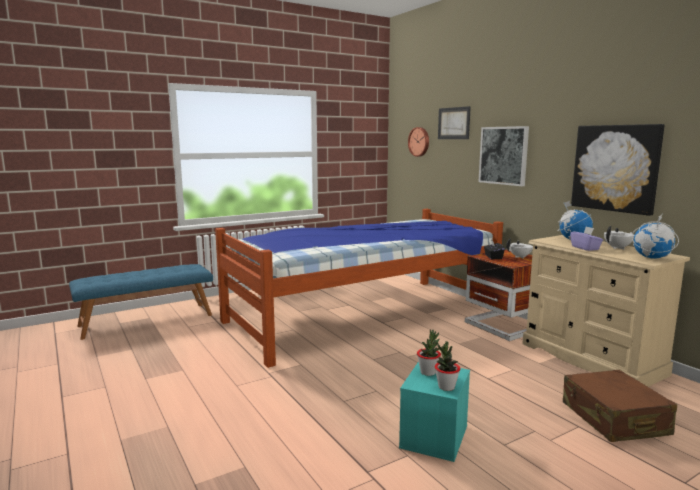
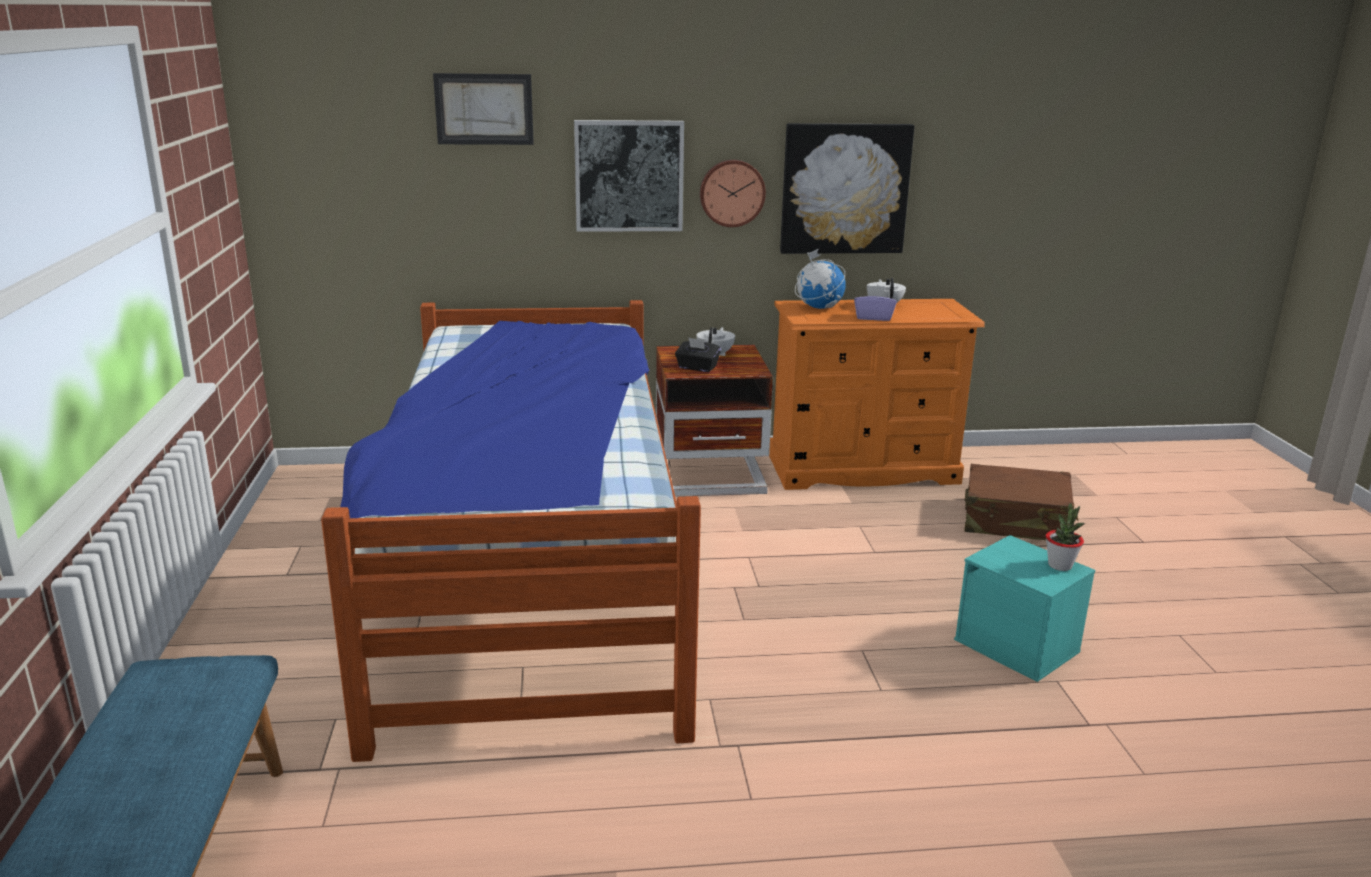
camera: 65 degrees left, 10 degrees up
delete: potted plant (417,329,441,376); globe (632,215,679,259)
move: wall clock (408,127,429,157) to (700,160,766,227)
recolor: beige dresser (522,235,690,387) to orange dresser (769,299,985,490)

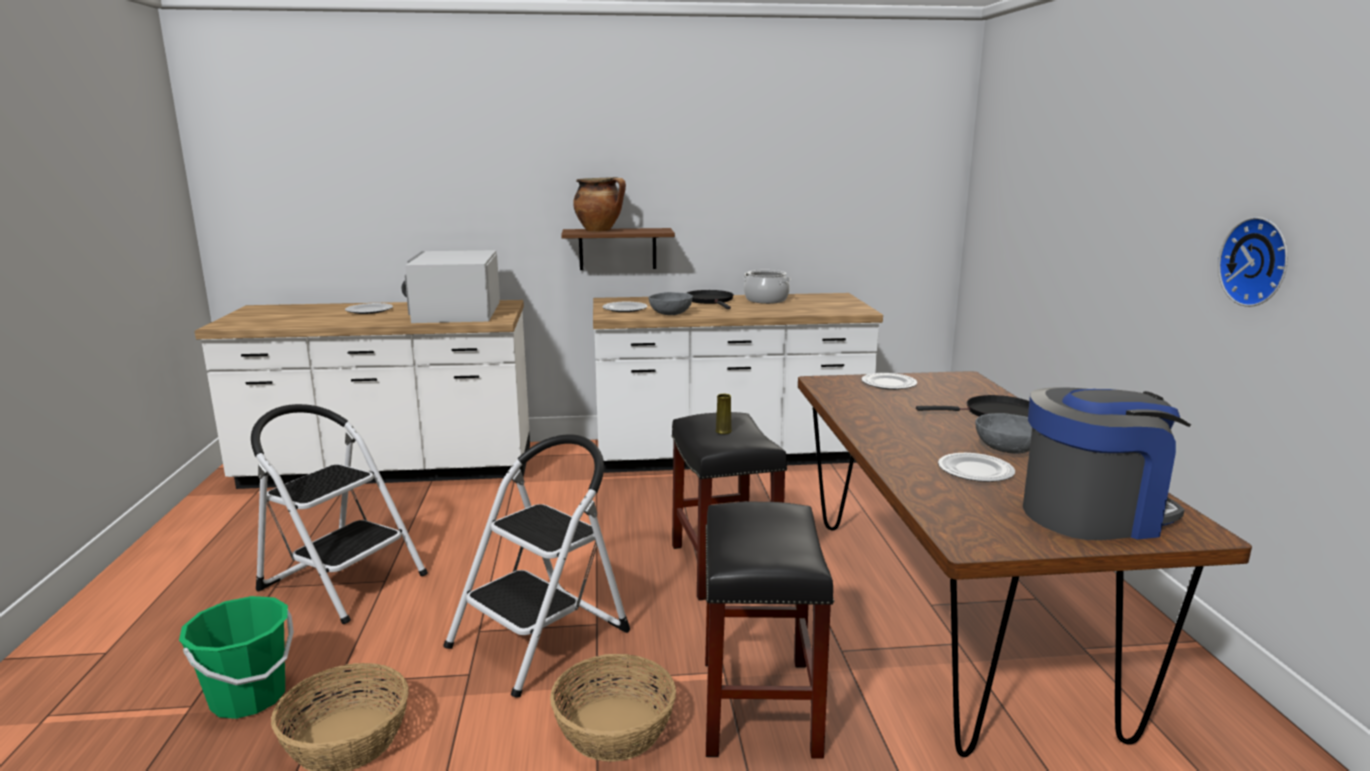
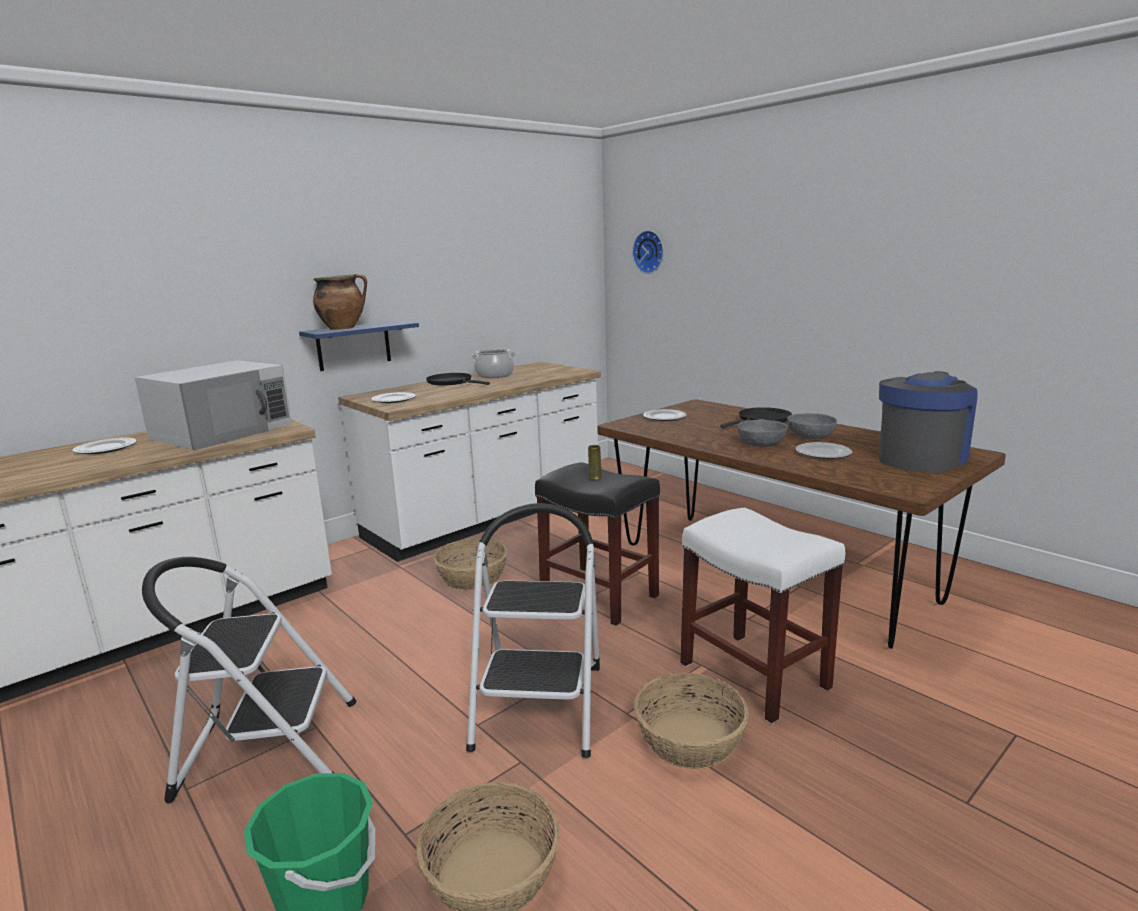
camera: 35 degrees left, 0 degrees up
insert: basket (433,538,508,590)
move: grey bowl (648,292,693,315) to (738,419,787,447); wall clock (1218,217,1288,307) to (632,230,664,274)
recolor: brown shelf (561,228,675,270) to blue shelf (299,321,419,371); black stool (705,502,834,759) to white stool (680,508,845,724)
rotate: white microwave (401,250,500,323) = (134,360,292,450) 105 degrees counterclockwise

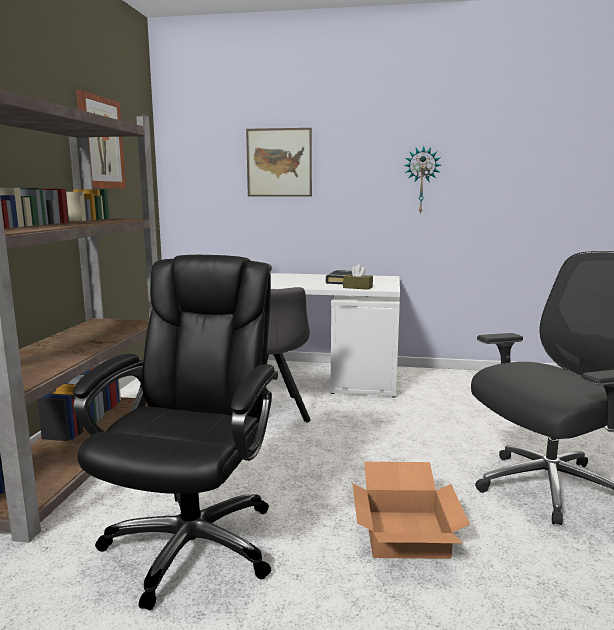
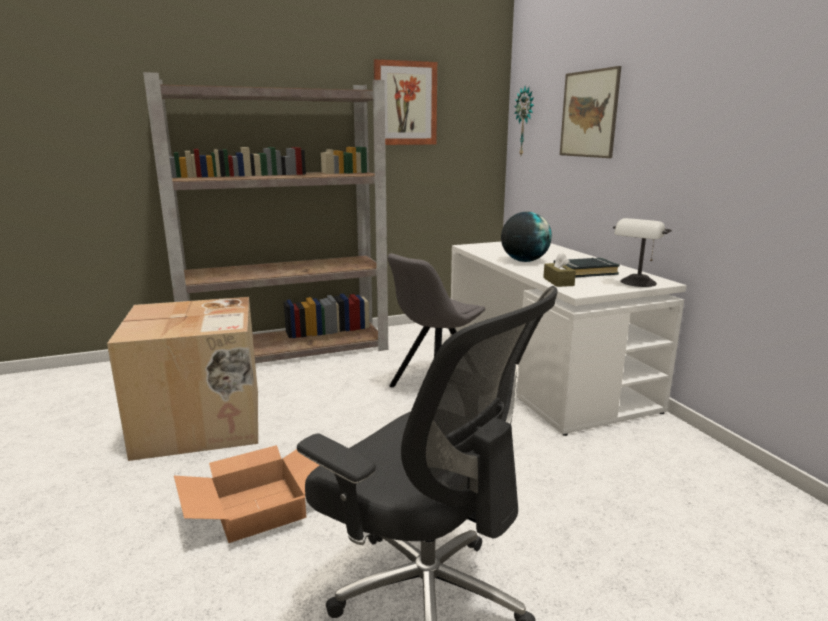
camera: 60 degrees right, 5 degrees up
insert: globe (501,212,552,262); table lamp (613,218,672,287)
move: wall clock (404,146,441,215) to (514,86,534,155)
replace: black office chair (73,255,278,610) to cardboard box (107,297,258,461)

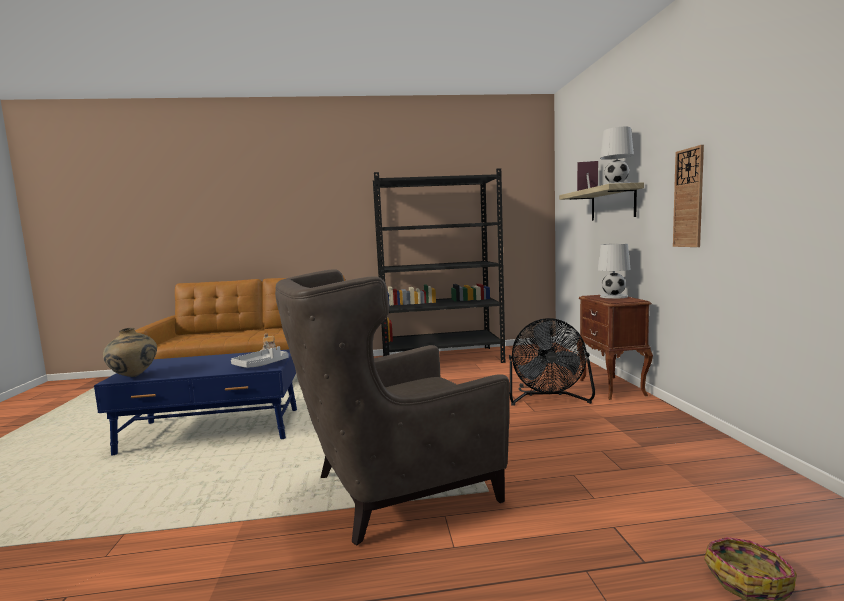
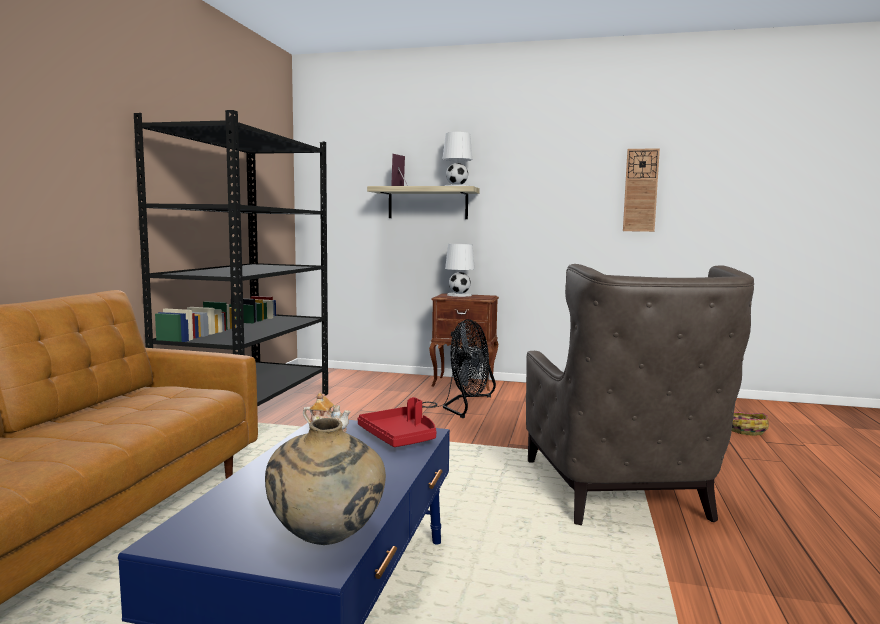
camera: 70 degrees left, 0 degrees up
move: wall clock (673,145,704,247) to (623,148,660,232)
recolor: grey tray (231,346,289,368) to red tray (358,397,436,447)

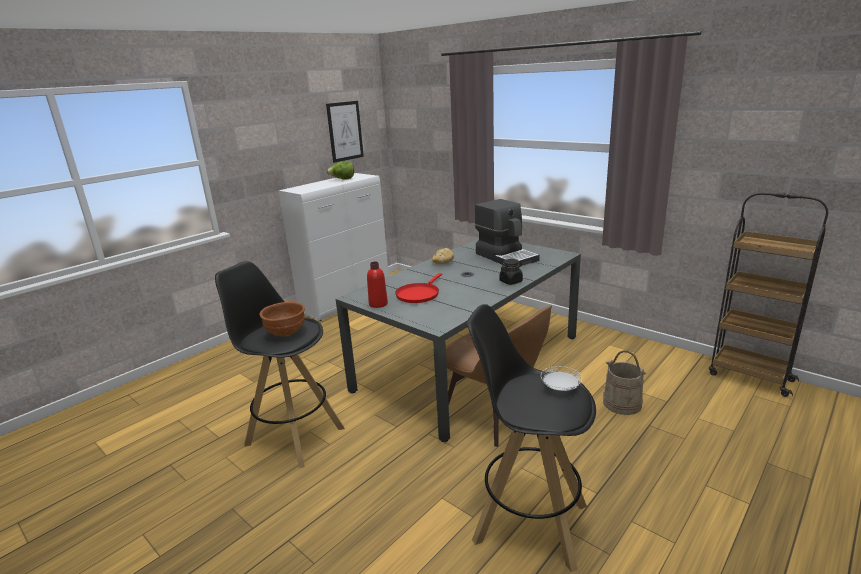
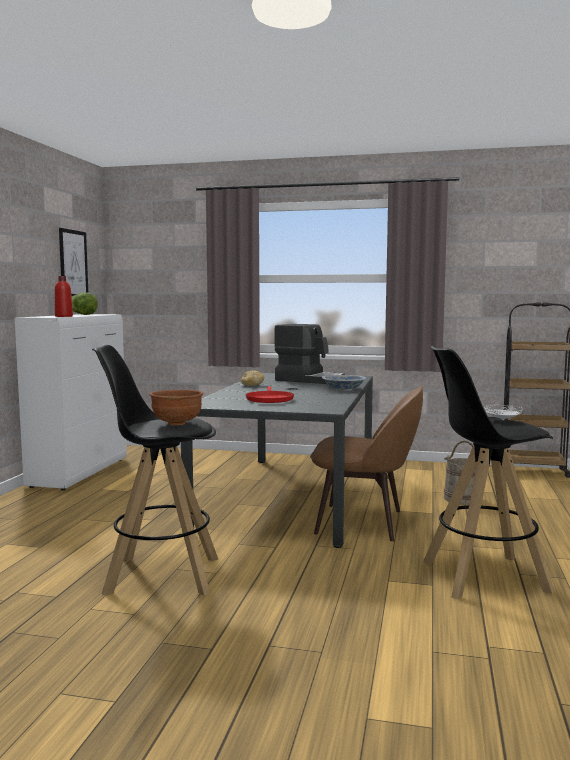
camera: 30 degrees left, 15 degrees down
move: red bottle (367,262,388,308) to (54,276,73,317)
replace: black jar (500,259,523,285) to bowl (322,375,366,390)

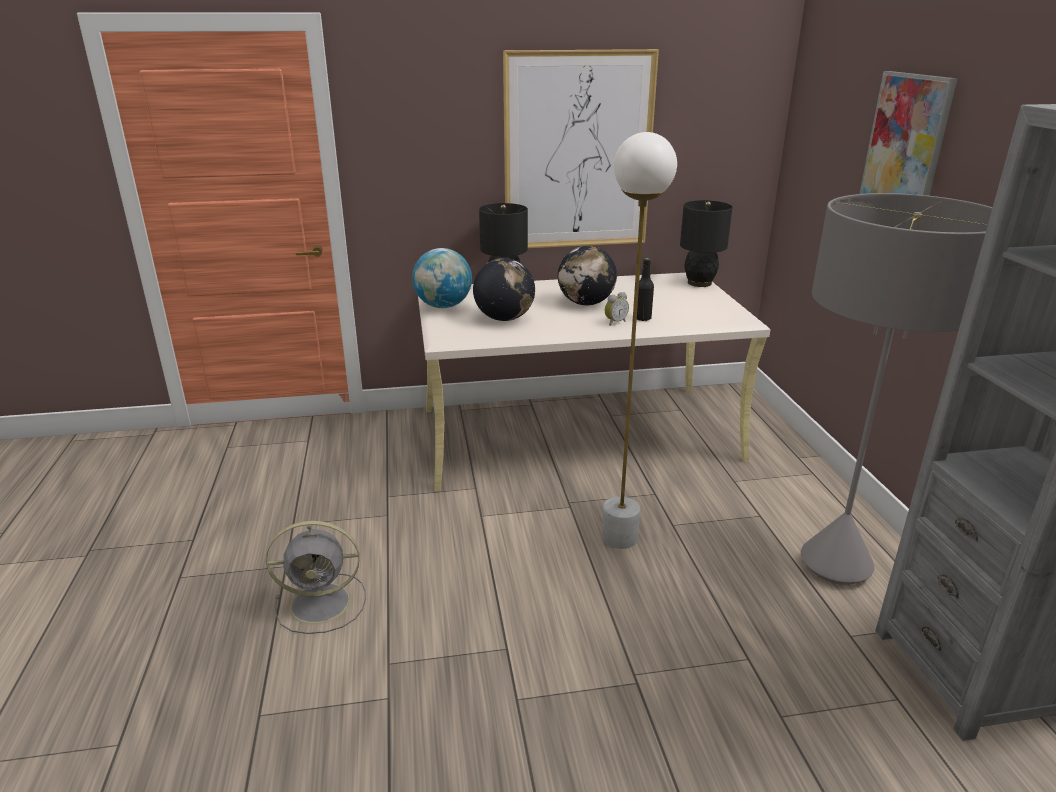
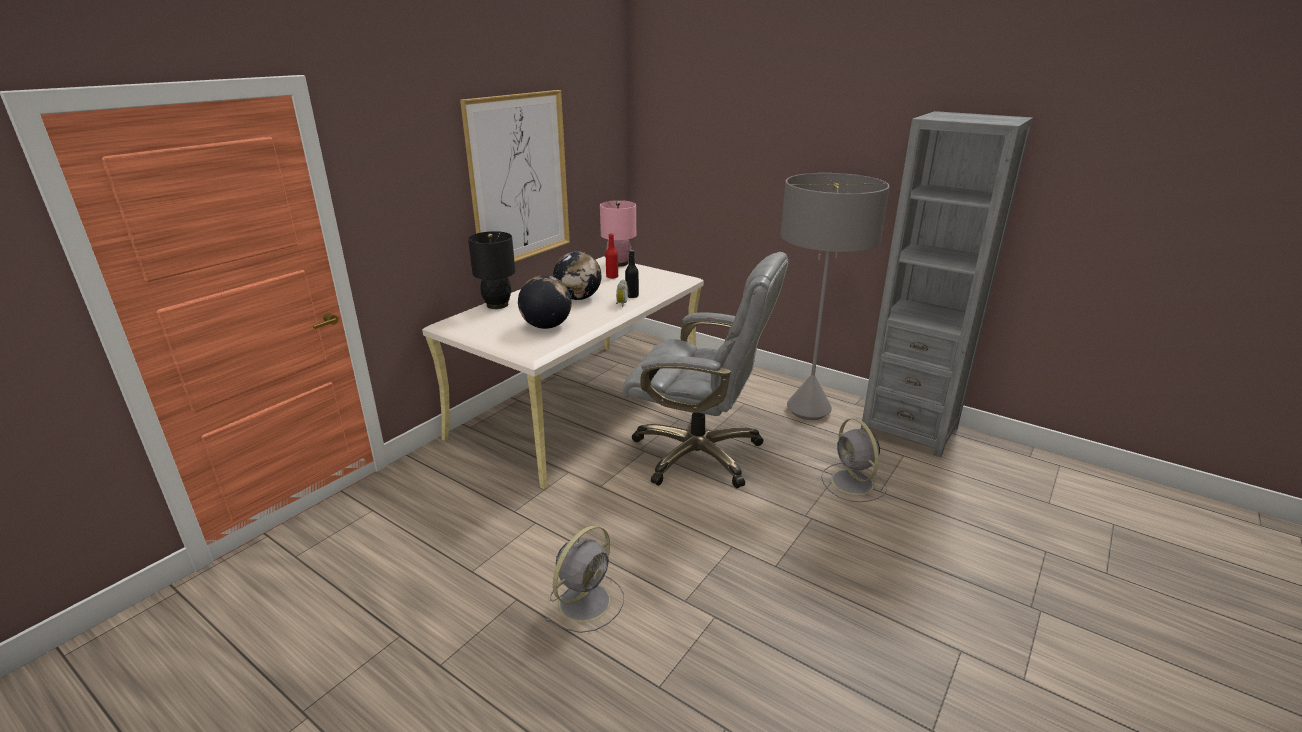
camera: 45 degrees left, 0 degrees up
delete: globe (412,248,472,308); picture (859,71,957,196)
insert: red bottle (606,233,618,279); grey fan (821,418,887,502)
replace: white floor lamp (602,132,677,549) to grey office chair (623,252,789,488)
recolor: black table lamp (680,200,733,287) to pink table lamp (600,200,636,267)

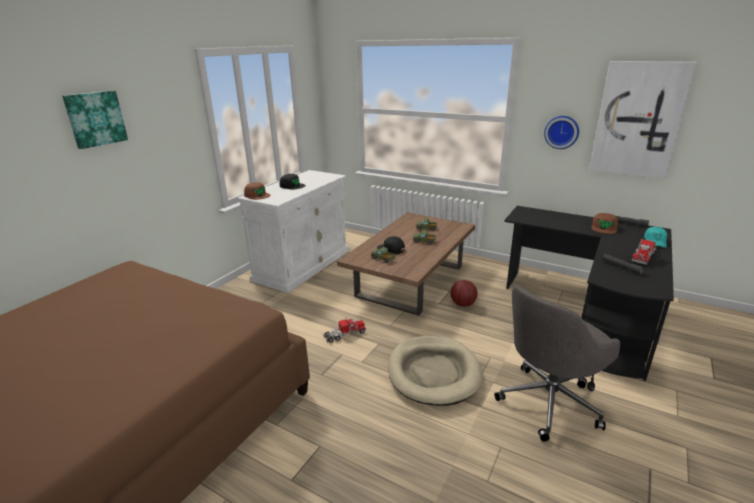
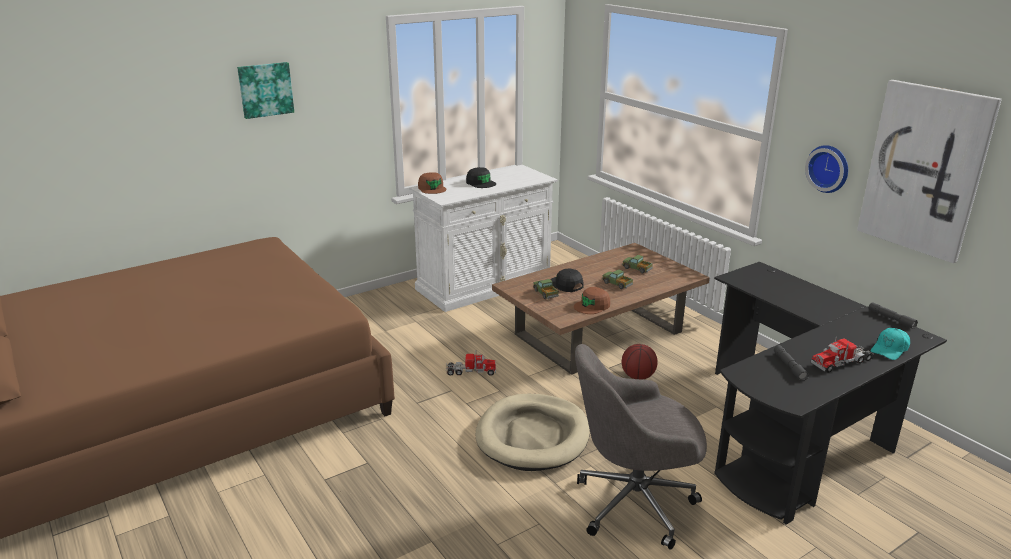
camera: 25 degrees right, 0 degrees up
move: brown cap (592,213,618,234) to (574,287,610,314)

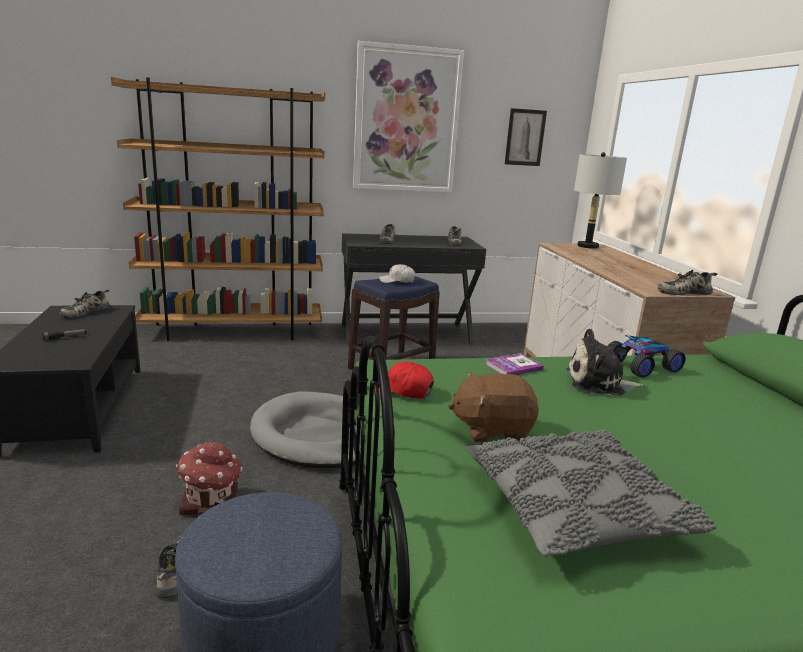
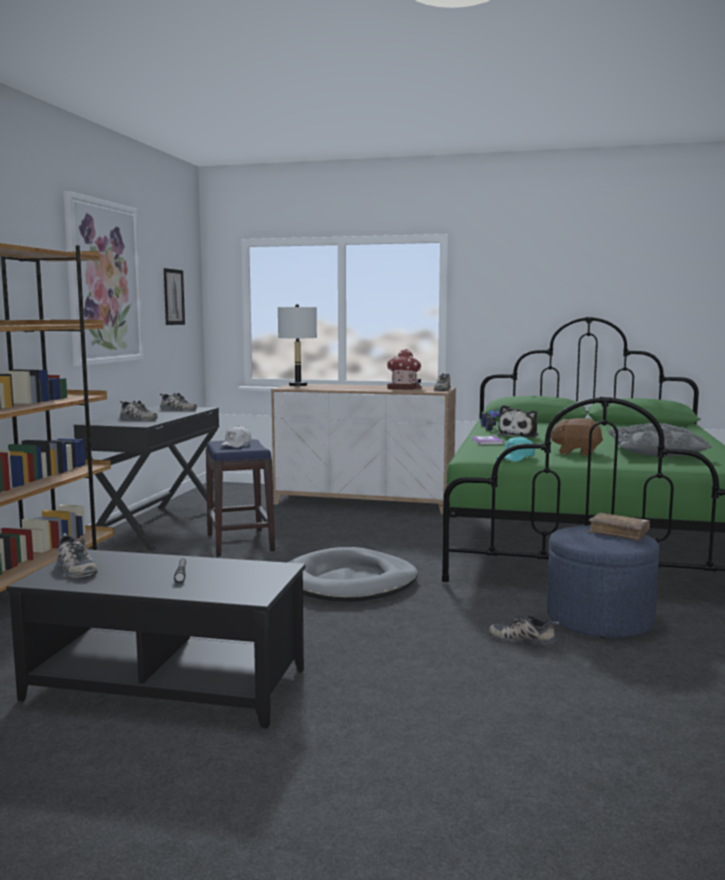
camera: 65 degrees left, 10 degrees down
insert: brown book (588,513,650,541)
move: toy house (176,442,243,516) to (387,349,422,390)
recolor: red cap (372,361,434,399) to turquoise cap (496,436,535,462)
rotate: brown plush toy (448,371,539,443) = (550,418,603,456) 90 degrees clockwise

